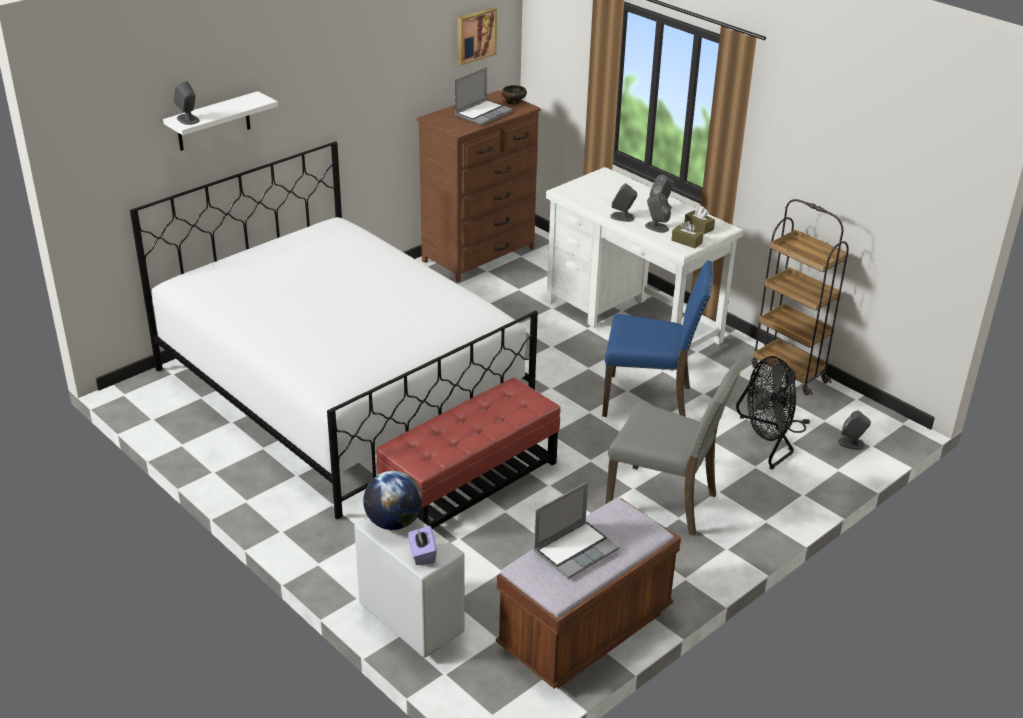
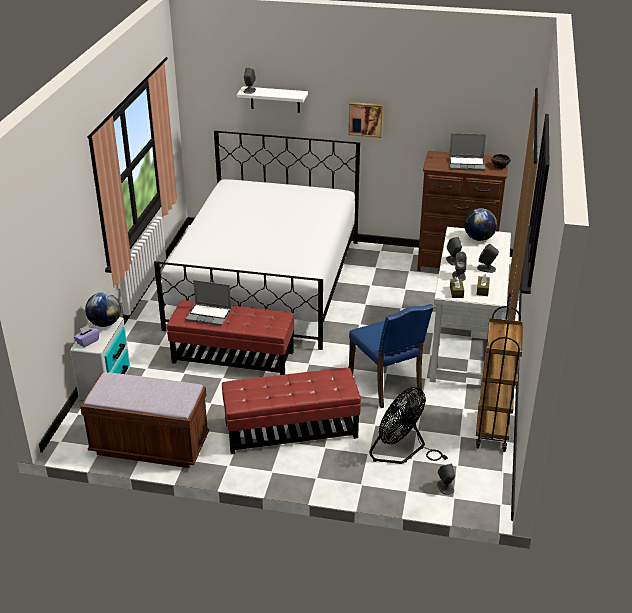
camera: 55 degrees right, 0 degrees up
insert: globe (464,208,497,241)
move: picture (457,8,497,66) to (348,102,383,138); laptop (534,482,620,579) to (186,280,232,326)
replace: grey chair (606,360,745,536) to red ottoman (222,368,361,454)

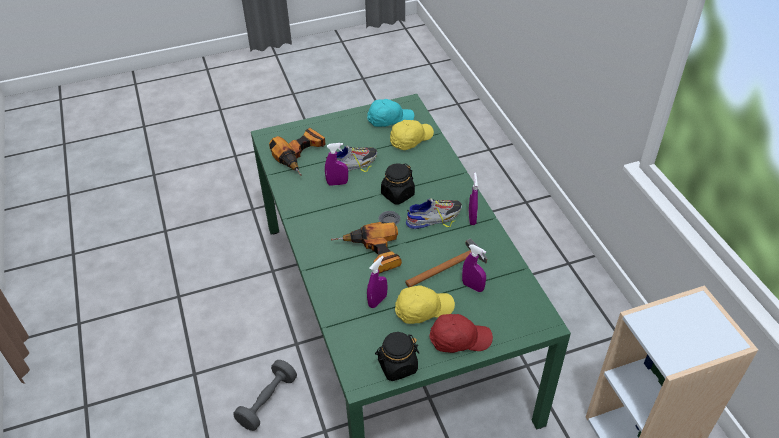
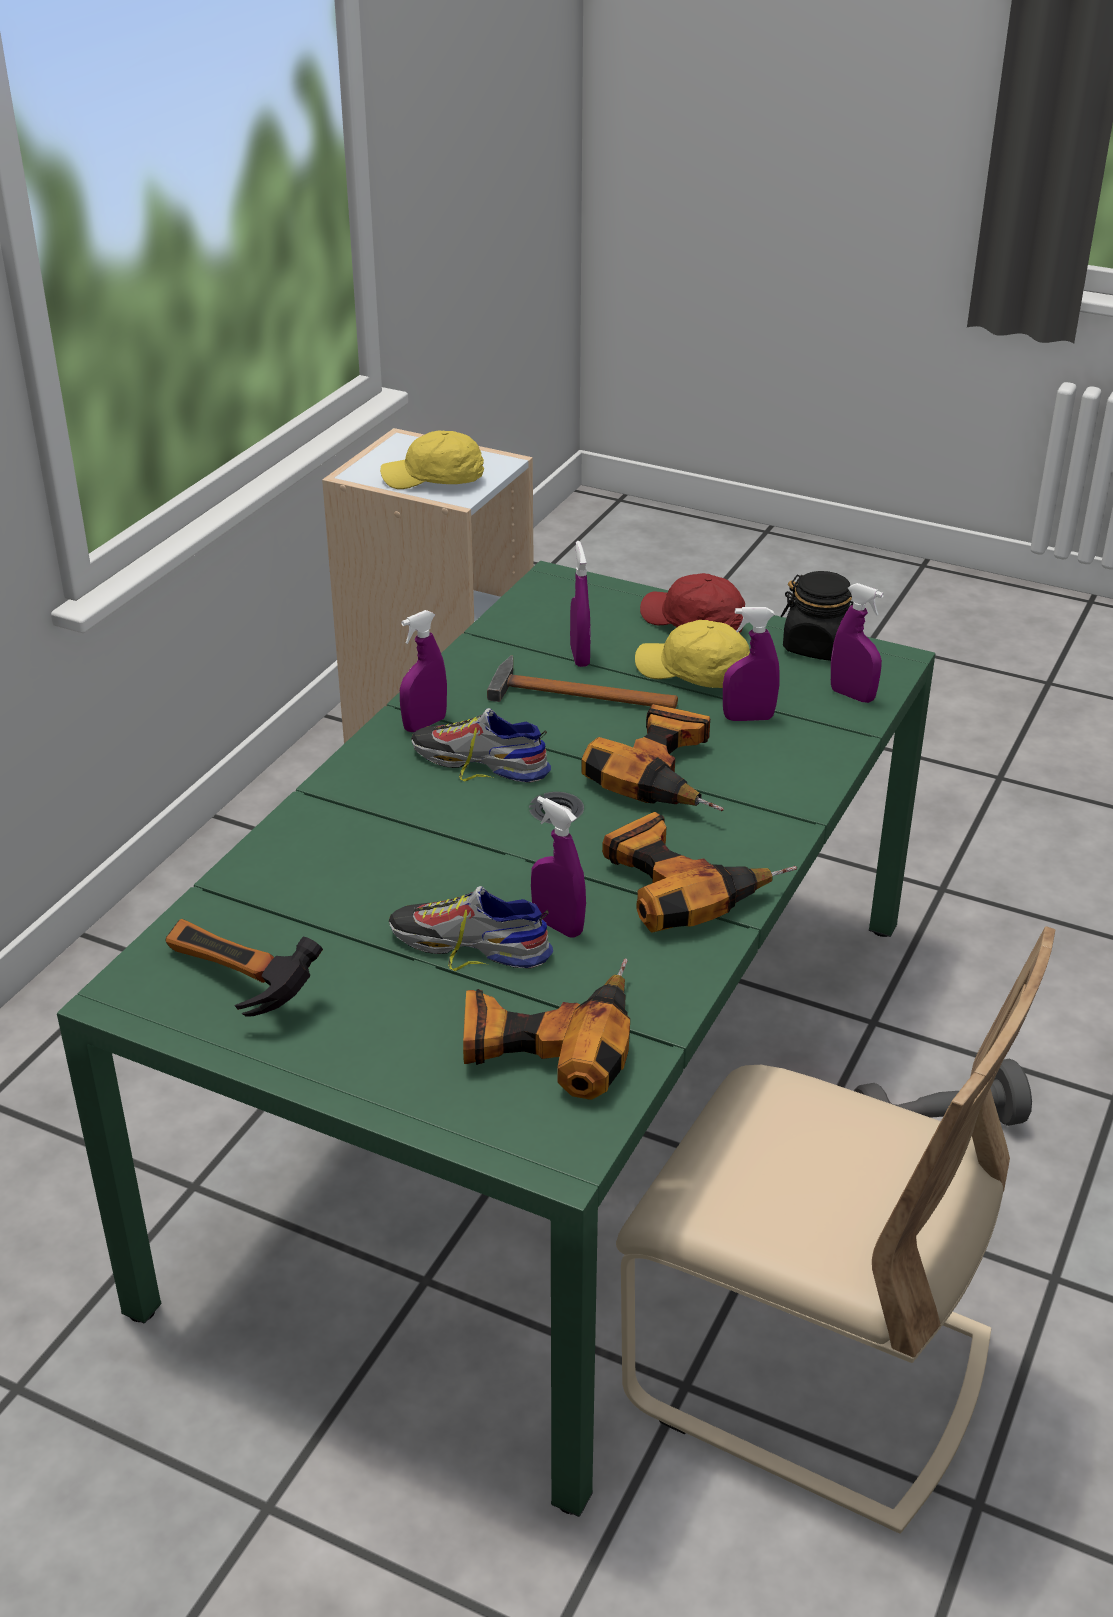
camera: 135 degrees left, 10 degrees down
delete: black jar (381,163,415,205)
insert: power drill (602,812,797,933); beige chair (616,926,1055,1534); purple spray bottle (831,583,884,703)
move: yellow cap (390,120,434,150) to (380,430,484,489)
replace: turquoise cap (367,99,414,127) to hammer (165,919,323,1017)

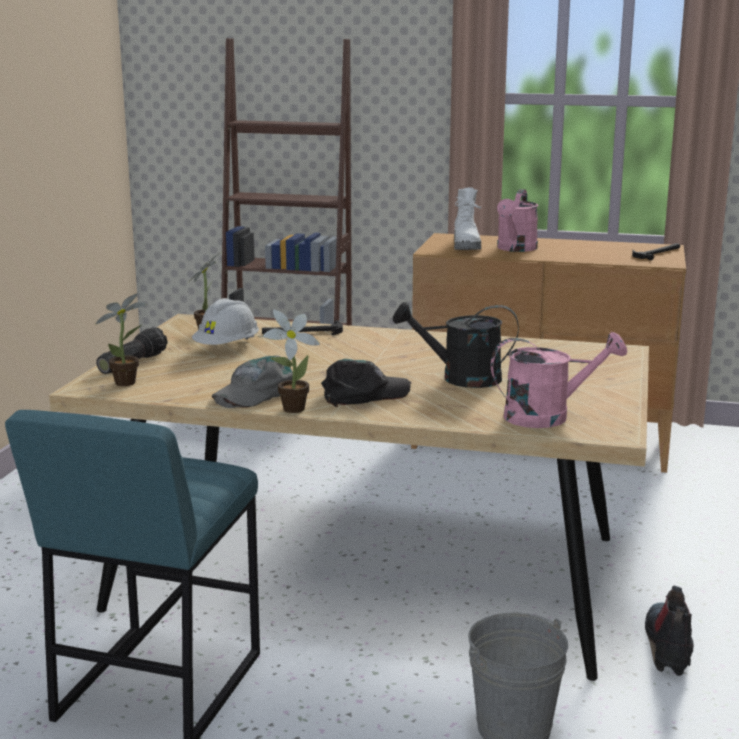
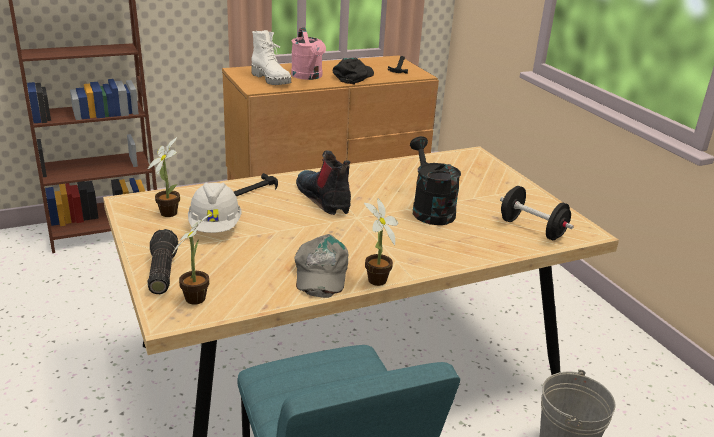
camera: 40 degrees left, 10 degrees up
move: black cap (321,359,412,407) to (333,58,374,85); boot (645,586,694,676) to (296,150,351,215)
replace: pink watering can (491,332,627,428) to black dumbbell (500,186,574,240)
rotate: black watering can (393,301,519,388) = (410,136,461,225) 105 degrees clockwise

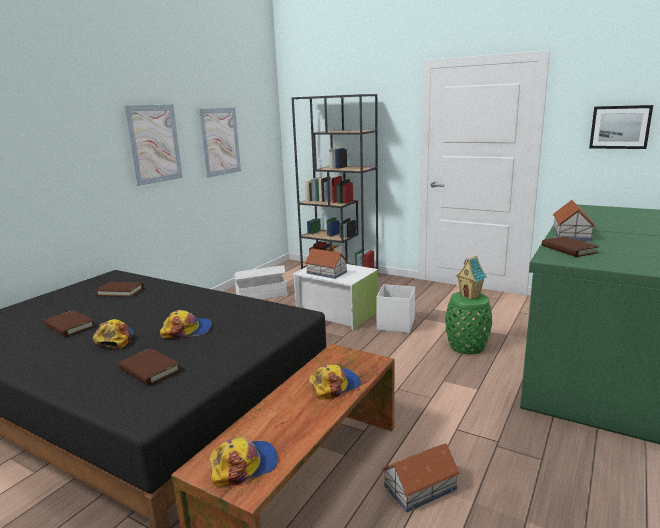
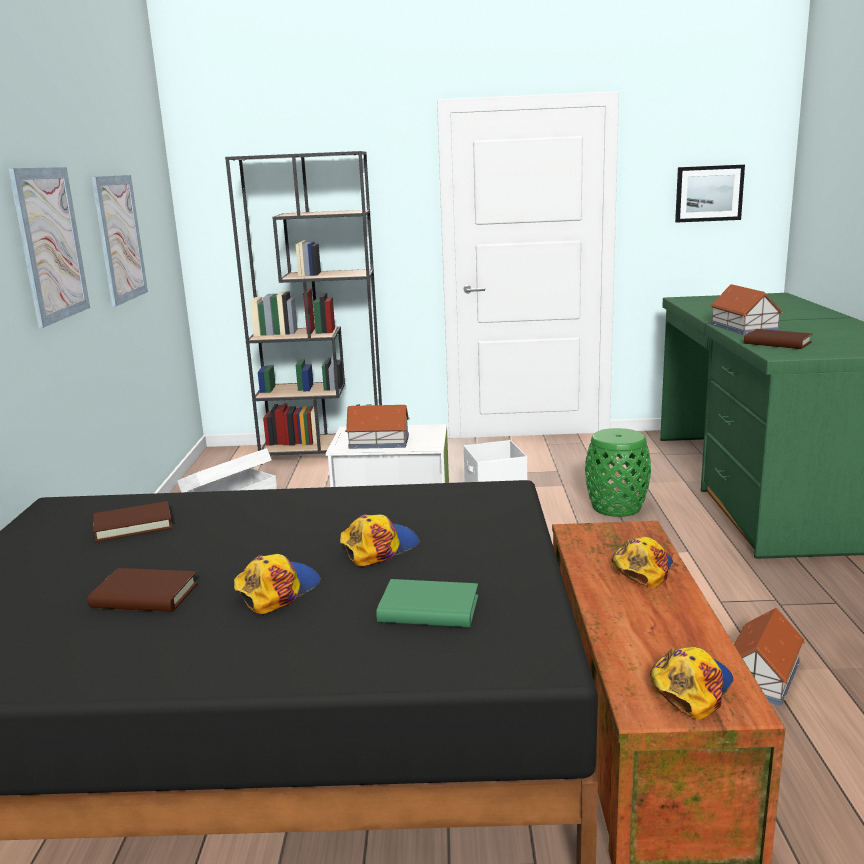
camera: 30 degrees left, 0 degrees up
delete: toy house (456,256,487,300)
recolor: brown book (119,348,181,386) to green book (376,579,478,627)
rotate: cap (93,319,134,349) = (234,554,321,614) 75 degrees clockwise

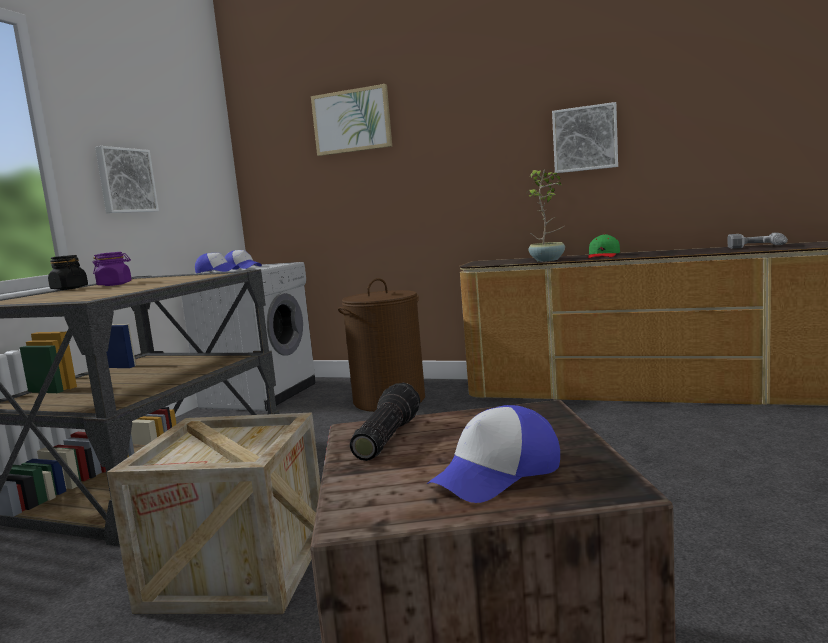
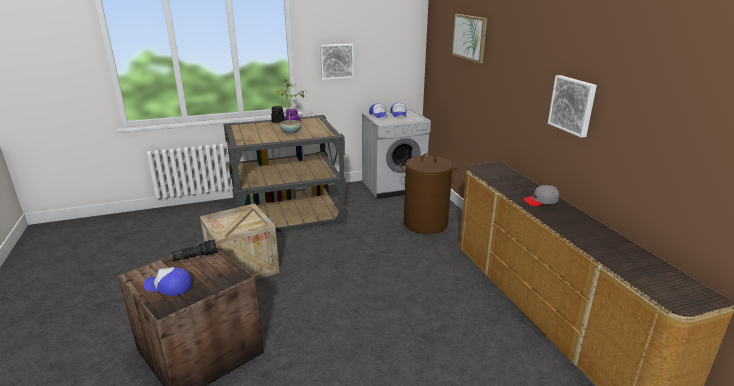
camera: 50 degrees right, 15 degrees up
delete: power drill (728,233,788,249)
move: potted plant (528,169,565,262) to (275,78,304,134)
recolor: green cap (588,234,620,258) to grey cap (523,185,559,206)

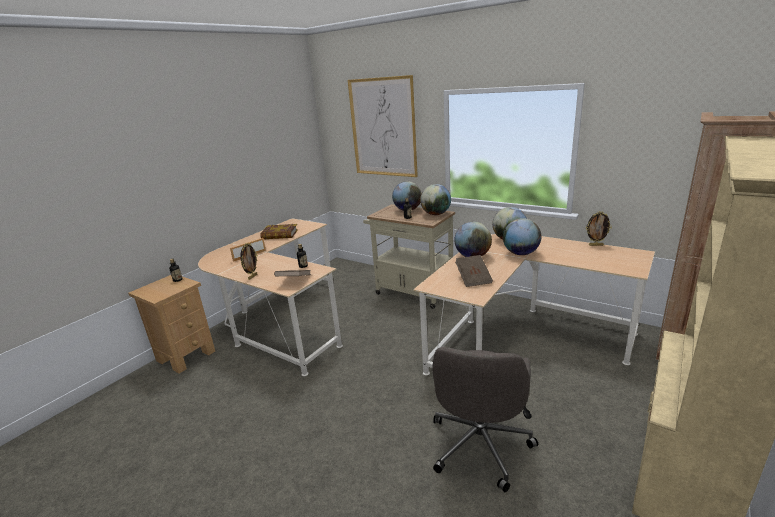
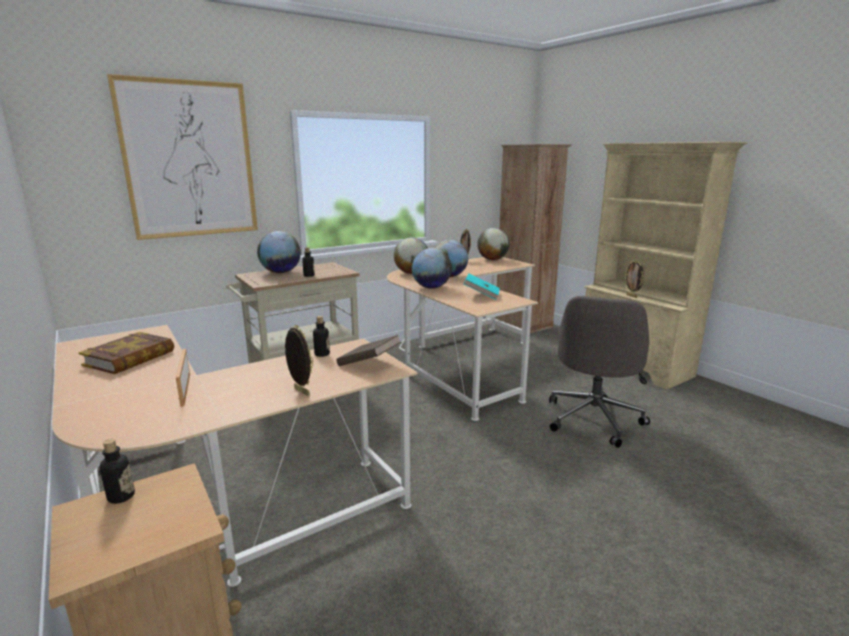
camera: 70 degrees left, 5 degrees down
insert: picture frame (625,259,644,298)
move: globe (420,184,451,215) to (477,228,510,260)
recolor: brown book (455,255,493,287) to turquoise book (464,273,500,300)
rotate: grey office chair (432,347,538,492) = (549,296,650,448) 75 degrees clockwise

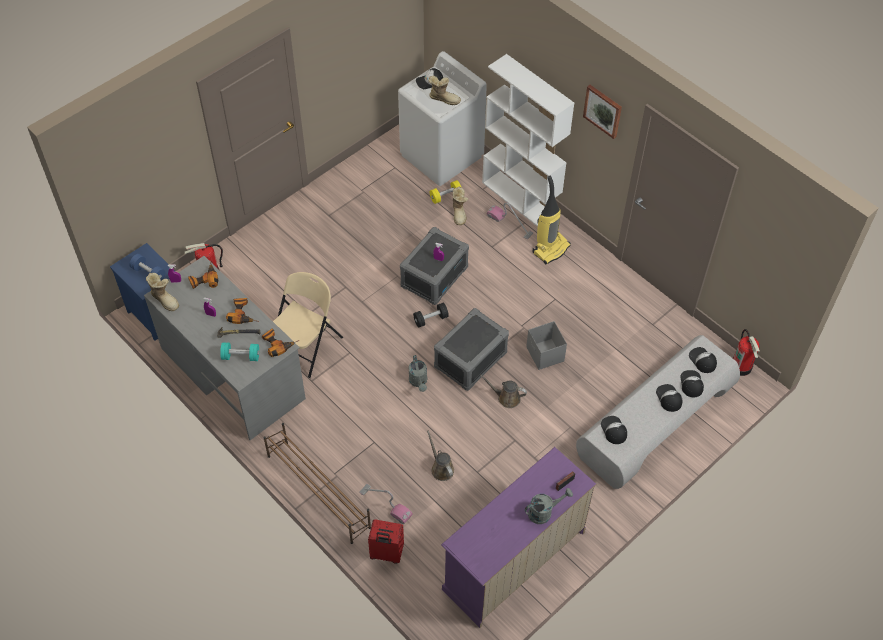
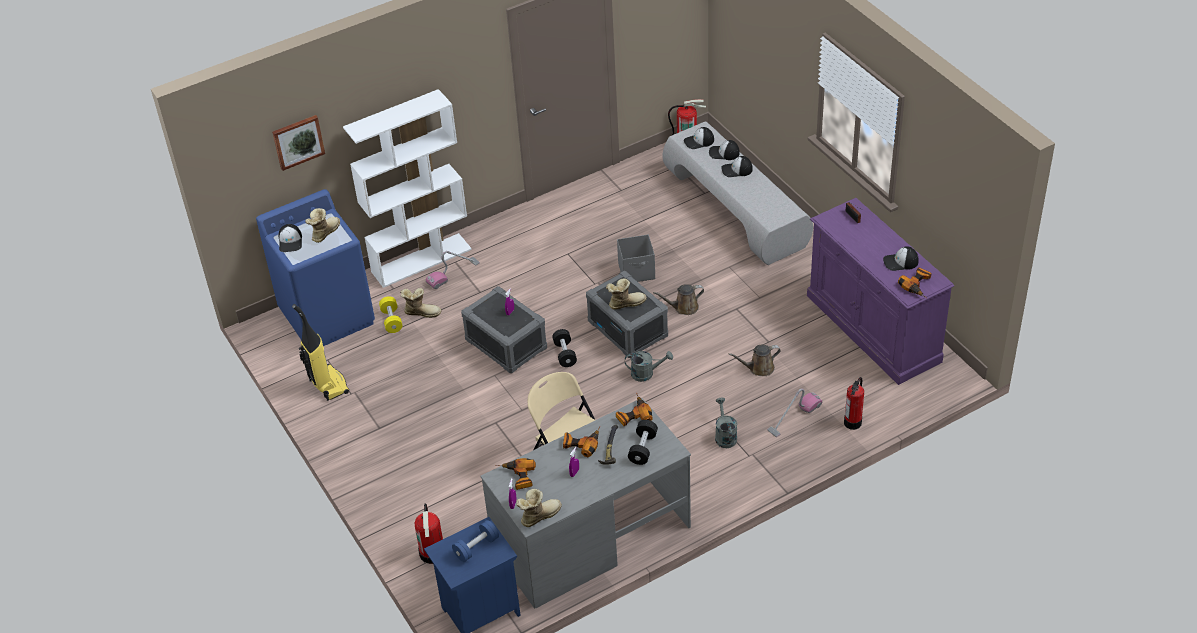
camera: 75 degrees left, 10 degrees down
delete: brown shoe rack (263,423,371,544)
insert: boot (606,278,647,310); power drill (898,268,931,298)
move: grey watering can (525,488,573,524) to (715,398,737,448); vacuum cleaner (532,175,571,264) to (292,304,349,401); picture (583,85,622,139) to (272,115,325,171); cap (601,416,627,444) to (883,246,919,271)
replace: red suitcase (368,519,404,564) to fire extinguisher (844,377,864,430)
recolor: turquoise dumbbell (220,342,259,361) to black dumbbell (628,420,658,465); white washing machine (398,51,487,186) to blue washing machine (256,189,375,346)
rotate: brown watering can (480,375,527,408) = (653,284,704,315) 45 degrees clockwise

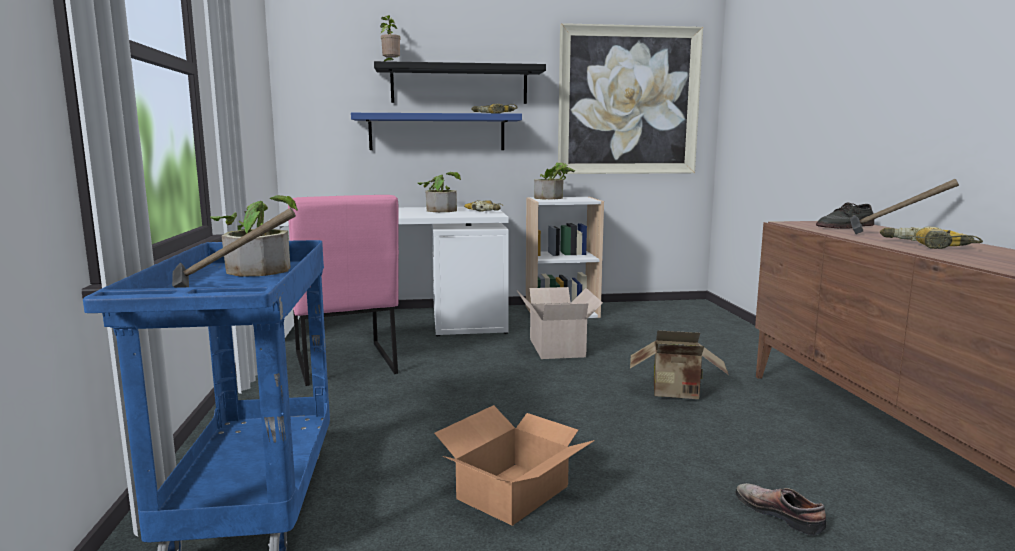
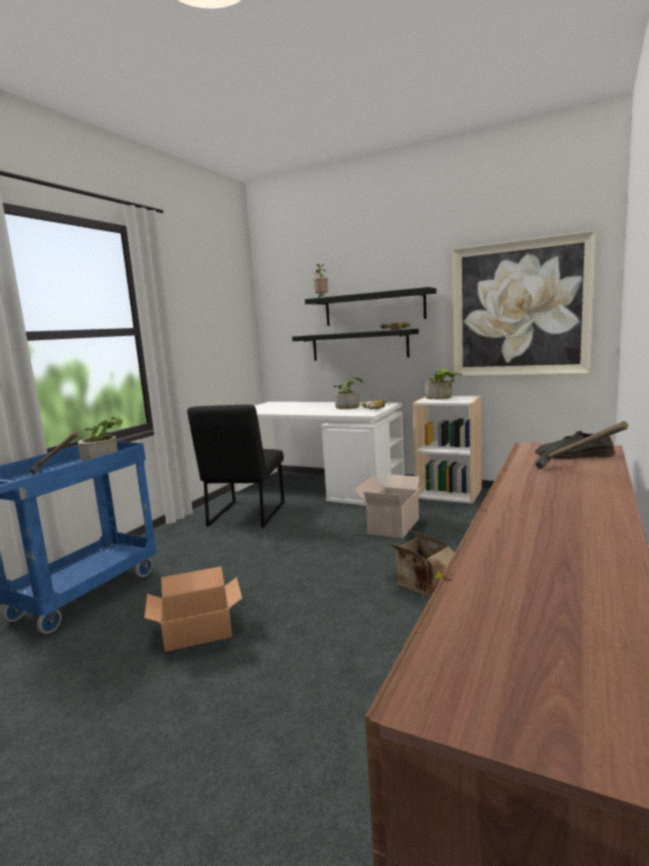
camera: 35 degrees right, 0 degrees up
delete: shoe (736,483,826,535); power drill (880,227,983,249)
recolor: pink chair (288,195,399,386) to black chair (187,405,284,528); blue shelf (351,113,522,150) to black shelf (292,329,419,361)

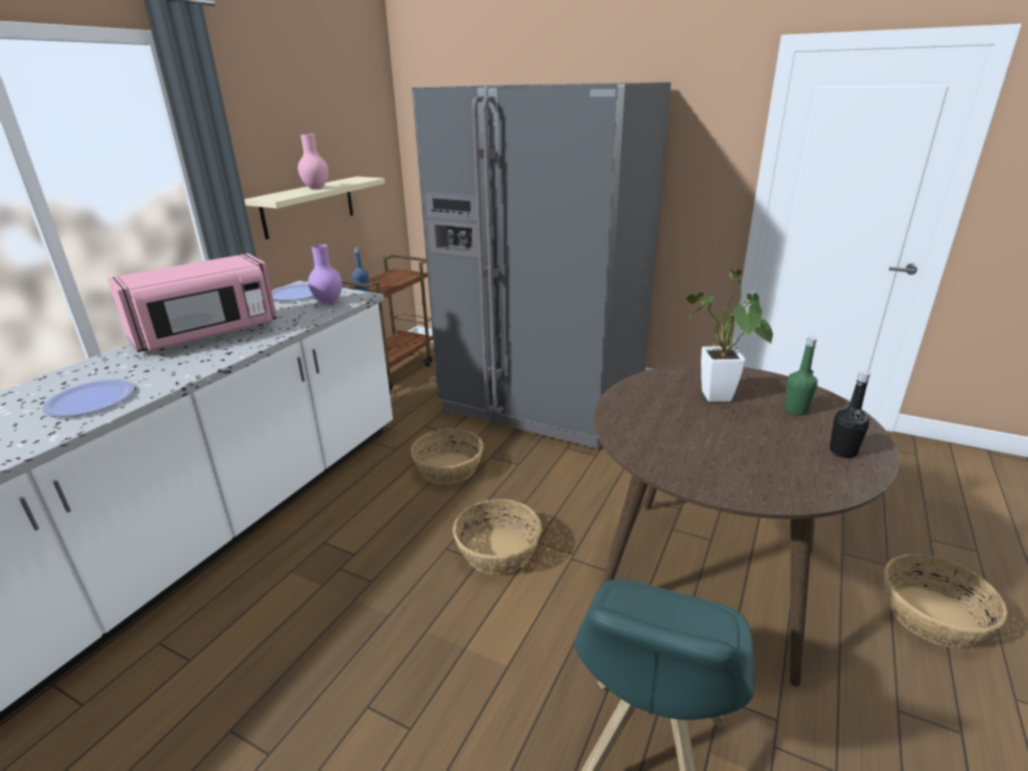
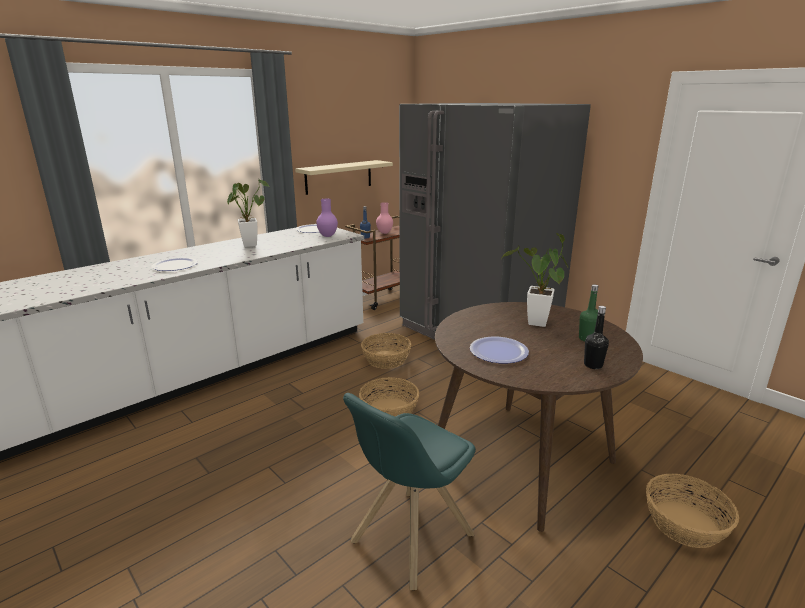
camera: 20 degrees right, 5 degrees down
insert: plate (470,337,529,363)
move: pink vase (298,134,328,189) to (376,202,393,234)
replace: pink microwave (107,253,277,352) to potted plant (227,178,269,247)

